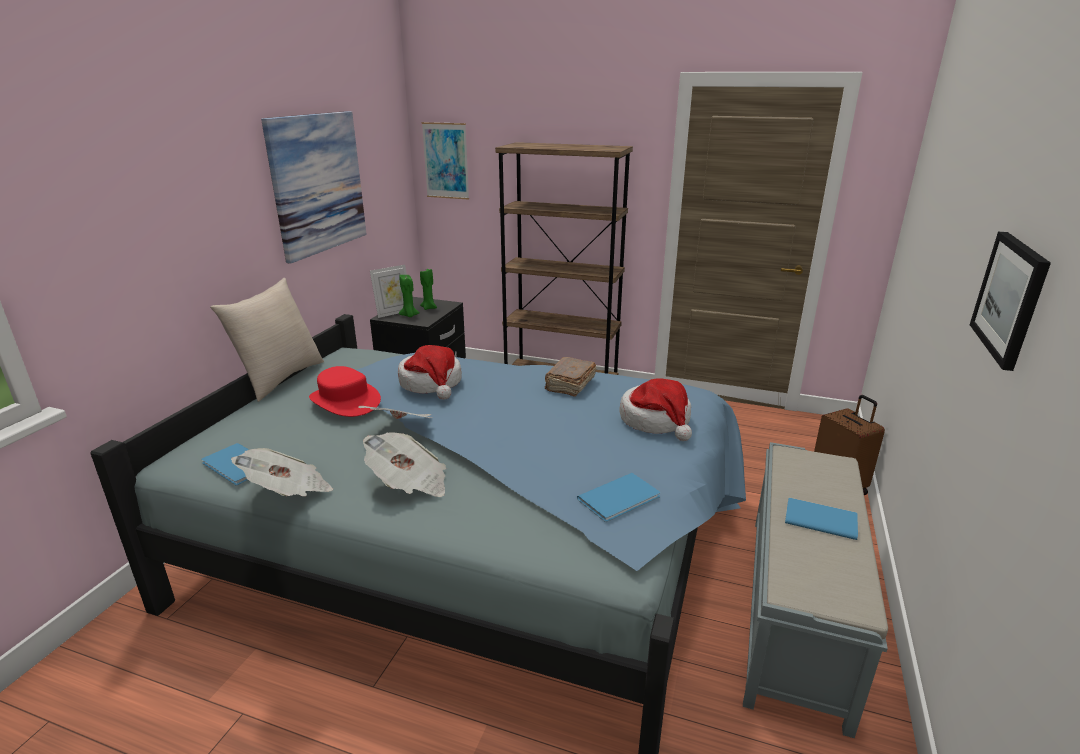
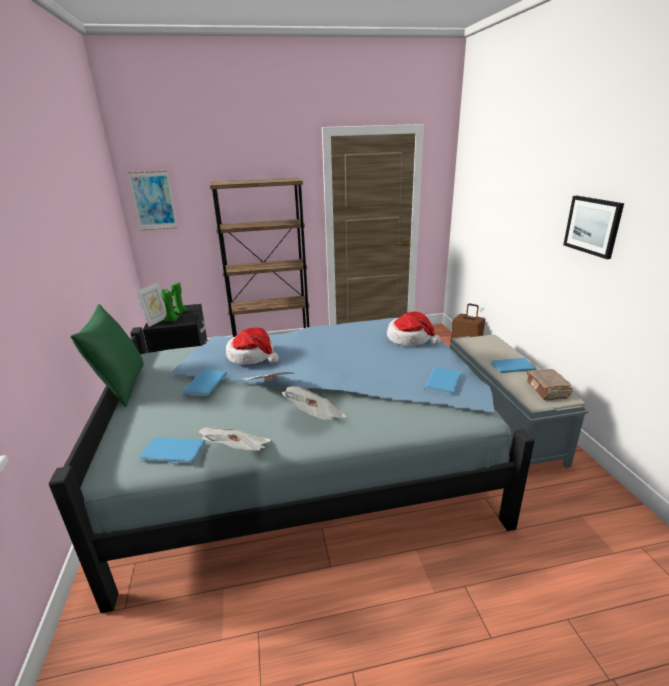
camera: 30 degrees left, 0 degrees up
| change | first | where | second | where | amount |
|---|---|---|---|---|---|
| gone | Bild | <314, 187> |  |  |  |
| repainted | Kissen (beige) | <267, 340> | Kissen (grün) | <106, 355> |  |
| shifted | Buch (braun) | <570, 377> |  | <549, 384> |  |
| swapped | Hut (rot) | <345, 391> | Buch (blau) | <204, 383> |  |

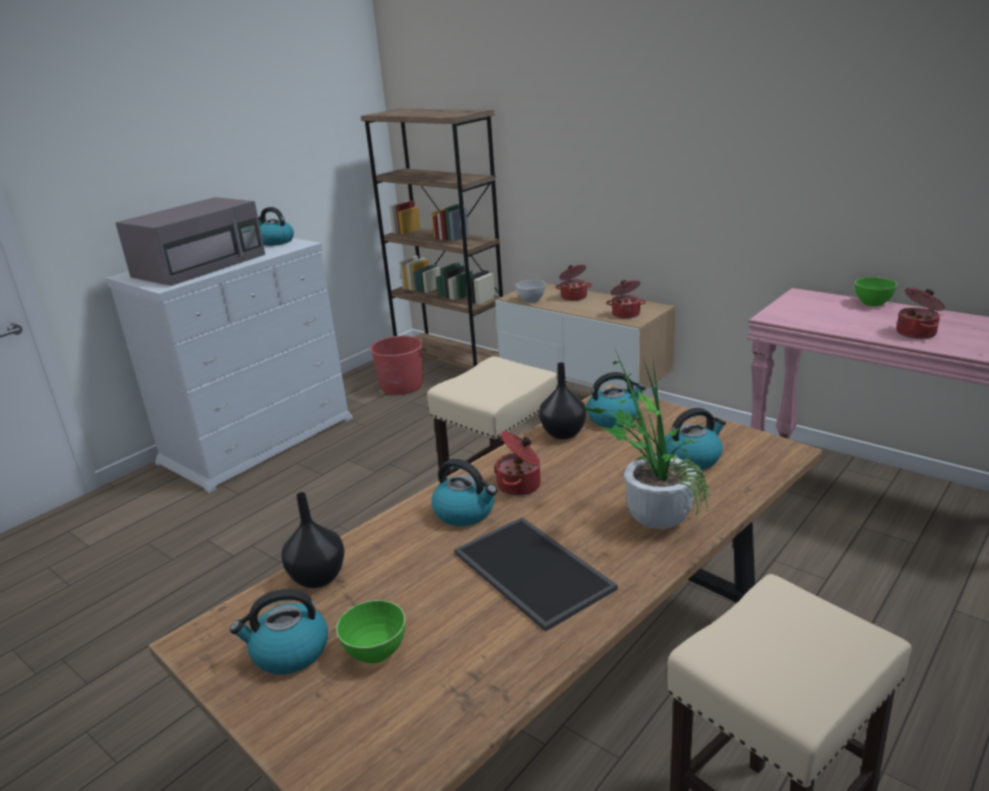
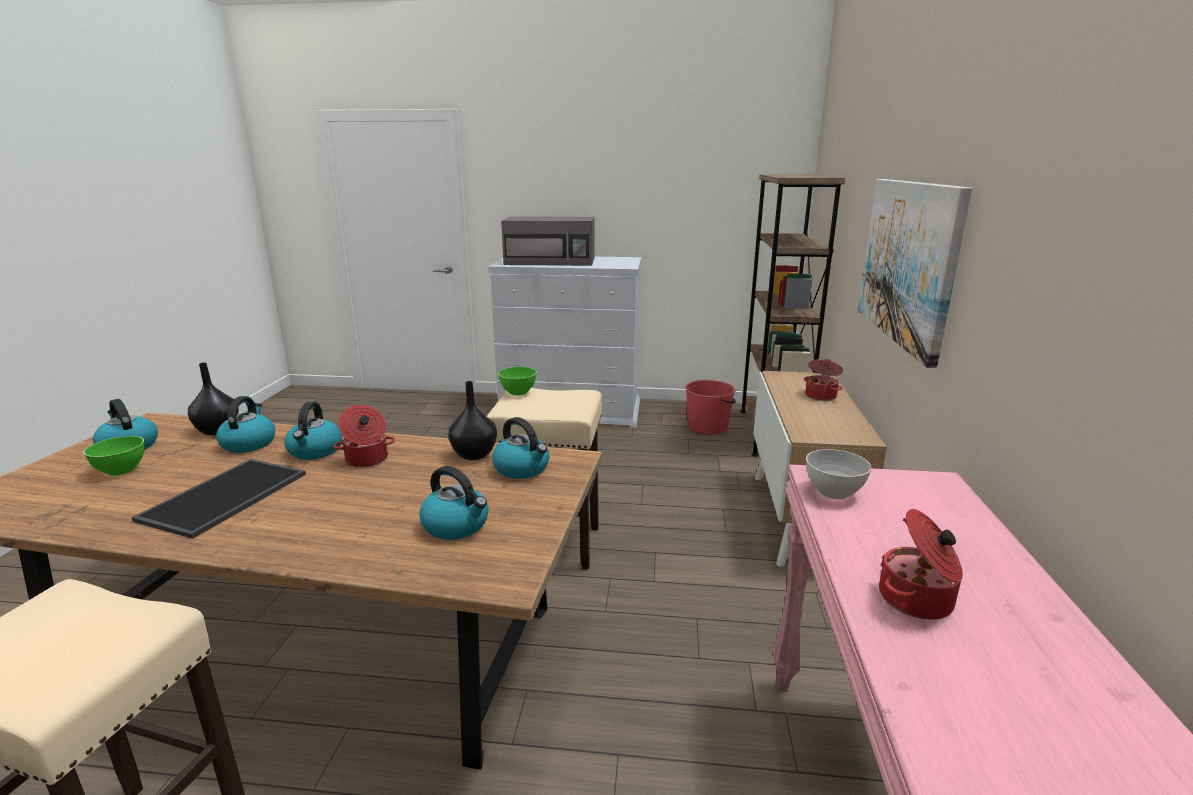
camera: 55 degrees right, 5 degrees down
| change | first | where | second | where | amount |
|---|---|---|---|---|---|
| shifted | Wasserkessel | <276, 226> |  | <245, 424> |  |
| shifted | Schüssel (grün) | <876, 291> |  | <517, 381> |  |
| shifted | Schüssel (grau) | <531, 291> |  | <839, 474> |  |
| gone | Kochtopf | <626, 299> |  |  |  |
| gone | Topfpflanze | <646, 439> |  |  |  |
| new |  |  | Bild | <915, 273> |  |

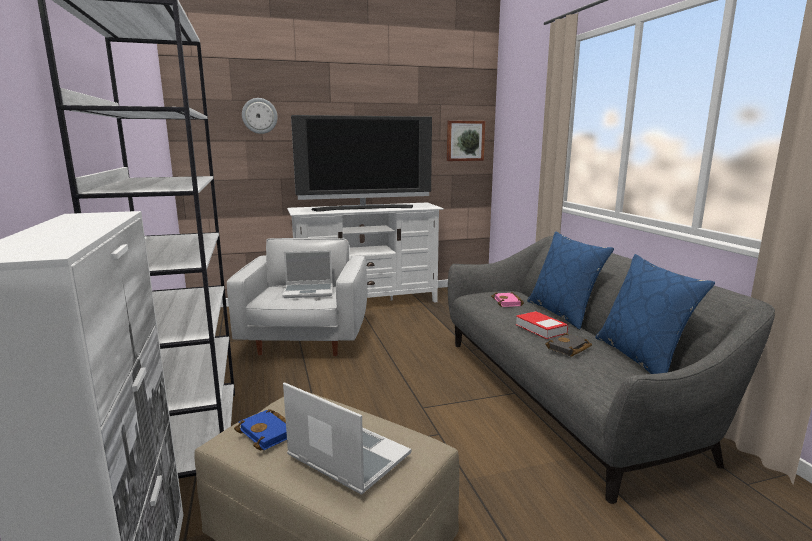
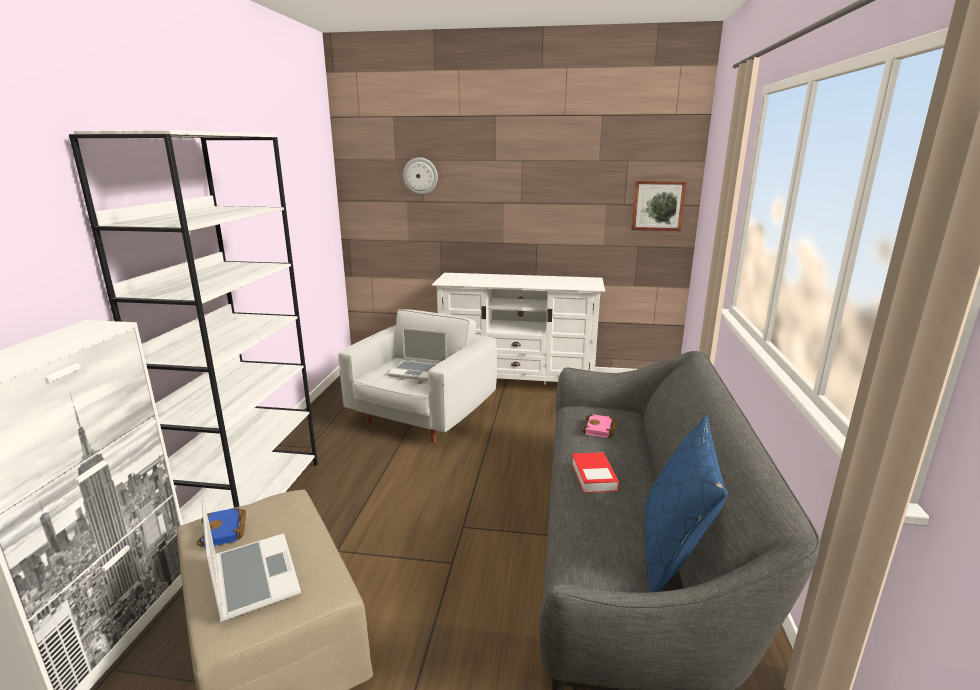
camera: 25 degrees right, 5 degrees up
| change | first | where | second | where | amount |
|---|---|---|---|---|---|
| gone | Fernseher | <361, 163> |  |  |  |
| gone | Kissen (blau) | <570, 281> |  |  |  |
| gone | Buch (schwarz) | <568, 344> |  |  |  |

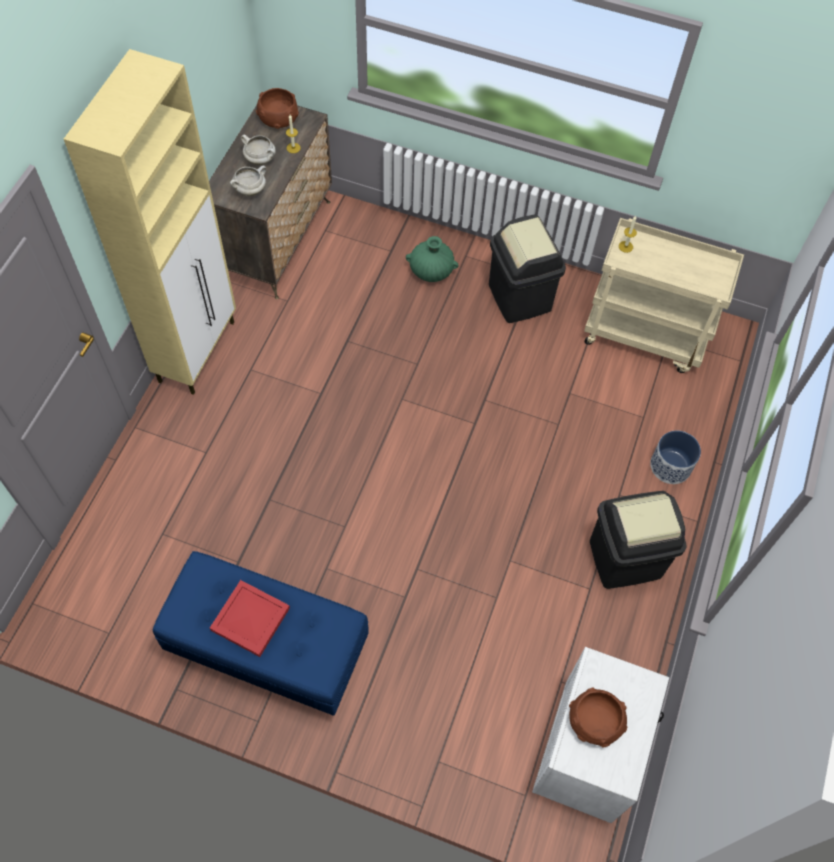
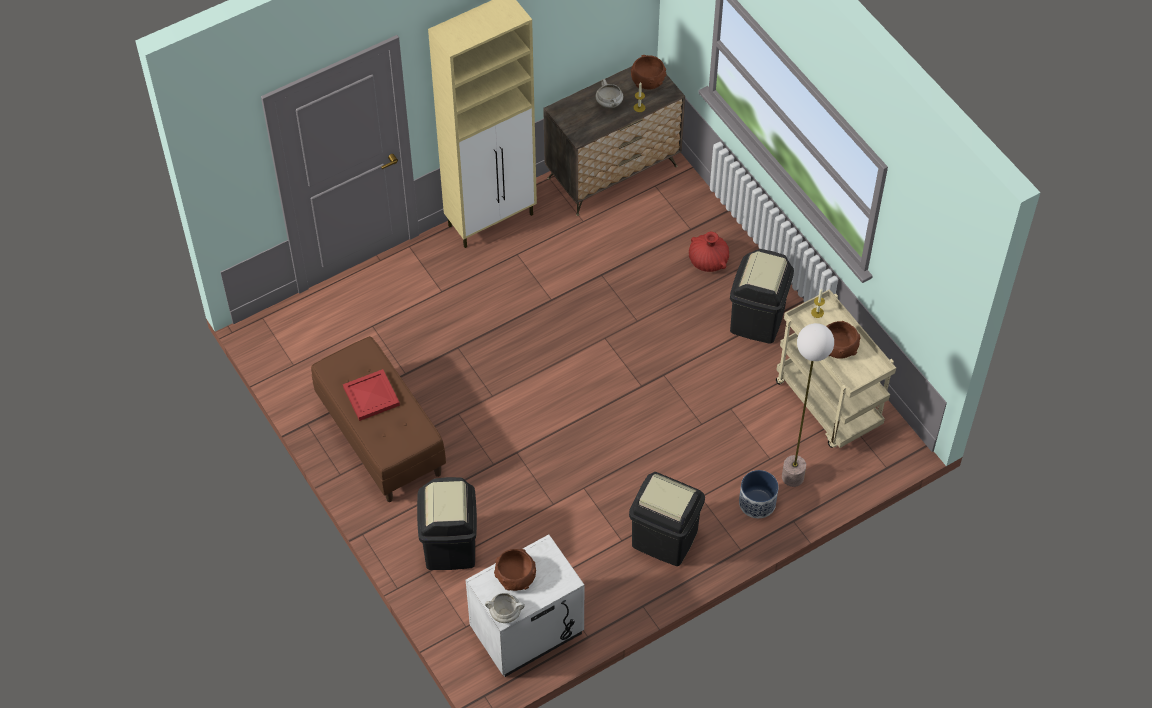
camera: 40 degrees right, 5 degrees down
| change | first | where | second | where | amount |
|---|---|---|---|---|---|
| shifted | Kochtopf (weiß) | <248, 180> |  | <505, 608> |  |
| repainted | Vase (grün) | <432, 259> | Vase (rot) | <709, 252> |  |
| repainted | Bank (blau) | <261, 633> | Bank (braun) | <378, 419> |  |
| new |  |  | Schüssel (braun) | <843, 340> |  |
| new |  |  | Stehlampe | <808, 405> |  |
| new |  |  | Mülleimer (schwarz) | <447, 523> |  |

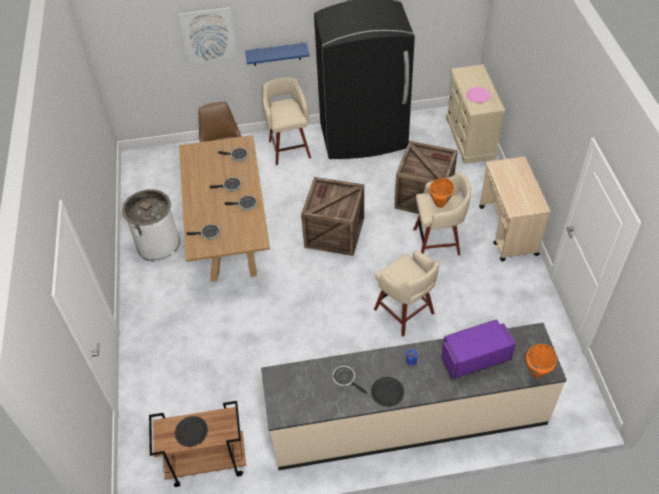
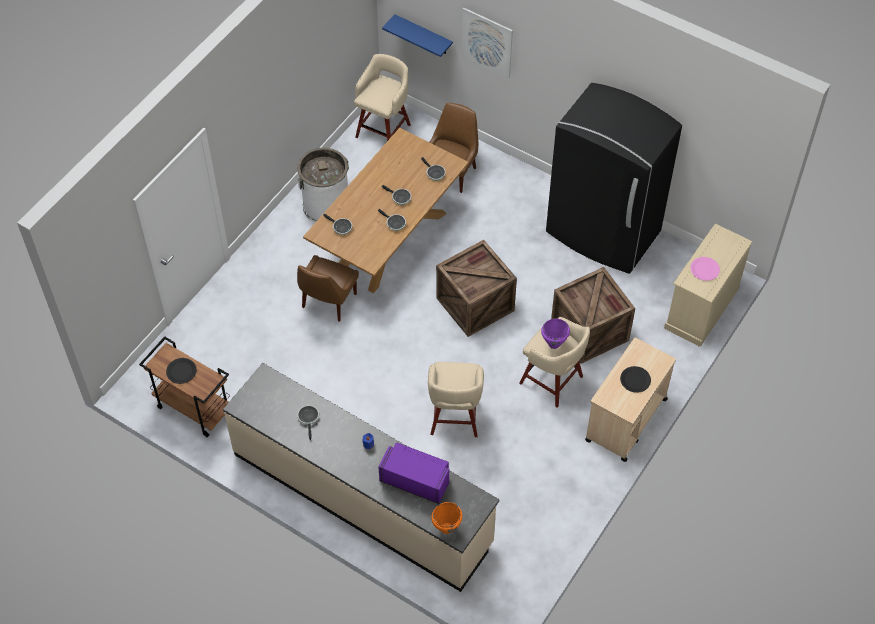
camera: 40 degrees right, 5 degrees up
| change | first | where | second | where | amount |
|---|---|---|---|---|---|
| shifted | Wandregal (blau) | <277, 54> |  | <417, 35> |  |
| shifted | Hocker (beige) | <287, 121> |  | <382, 97> |  |
| repainted | Kochtopf (orange) | <441, 193> | Kochtopf (lila) | <555, 334> |  |
| shifted | Teller (schwarz) | <387, 392> |  | <635, 379> |  |
| new |  |  | Stuhl (braun) | <328, 288> |  |

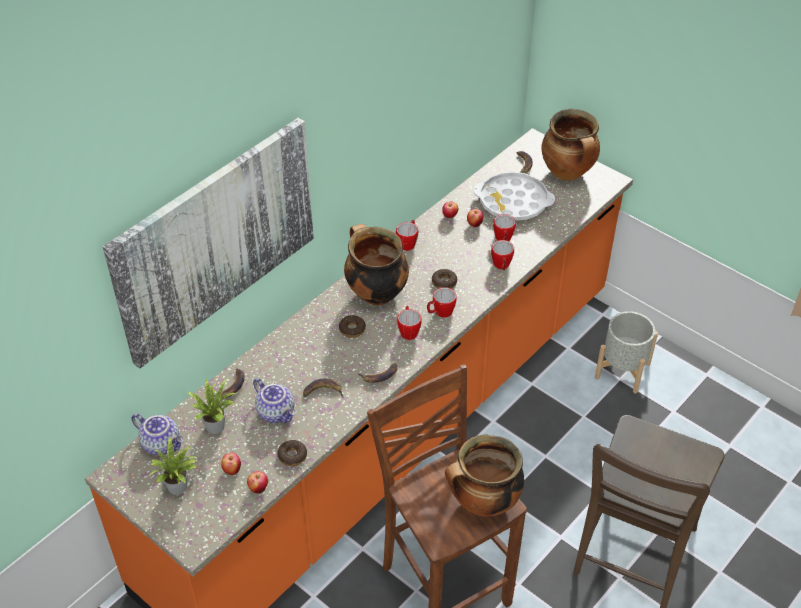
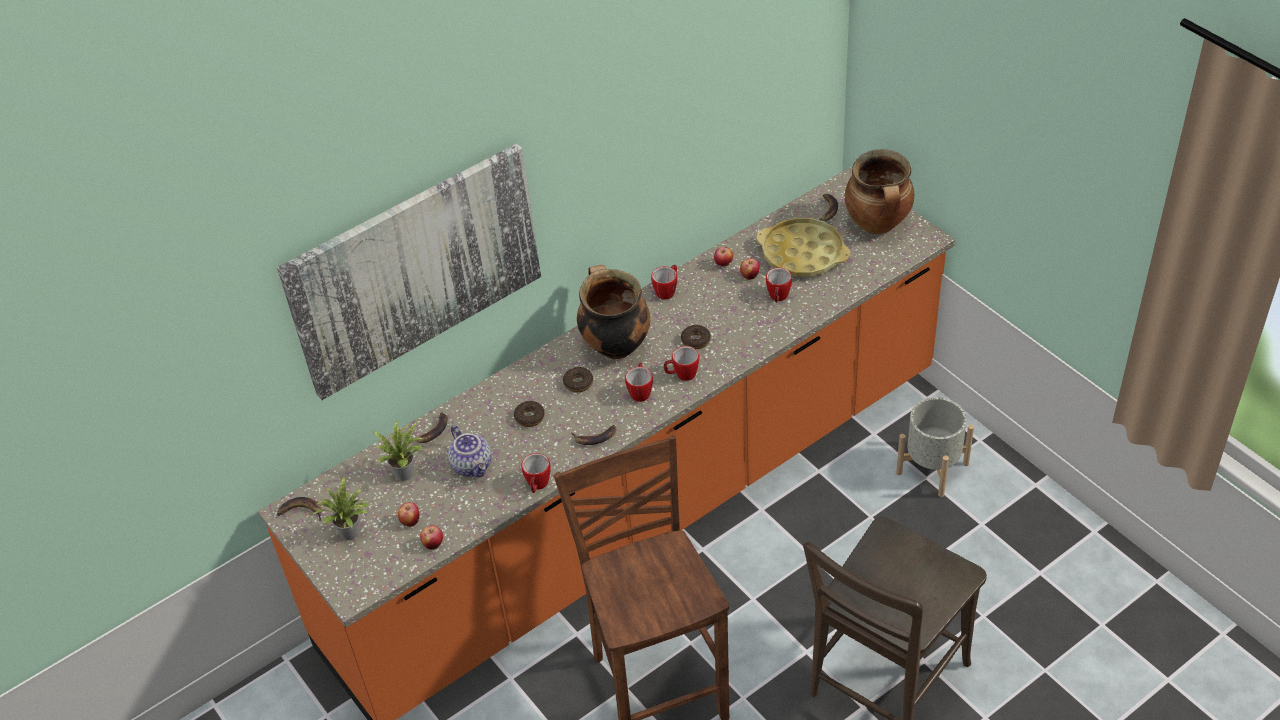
camera: 15 degrees right, 0 degrees up
| change | first | where | second | where | amount |
|---|---|---|---|---|---|
| repainted | Tablett (weiß) | <514, 196> | Tablett (gelb) | <803, 247> |  |
| shifted | Henkelbecher | <502, 255> |  | <536, 473> |  |
| shifted | Banane | <323, 388> |  | <299, 509> |  |
| gone | Teekanne | <158, 434> |  |  |  |
| gone | Kochtopf | <484, 476> |  |  |  |
| shifted | Donut | <292, 453> |  | <529, 414> |  |

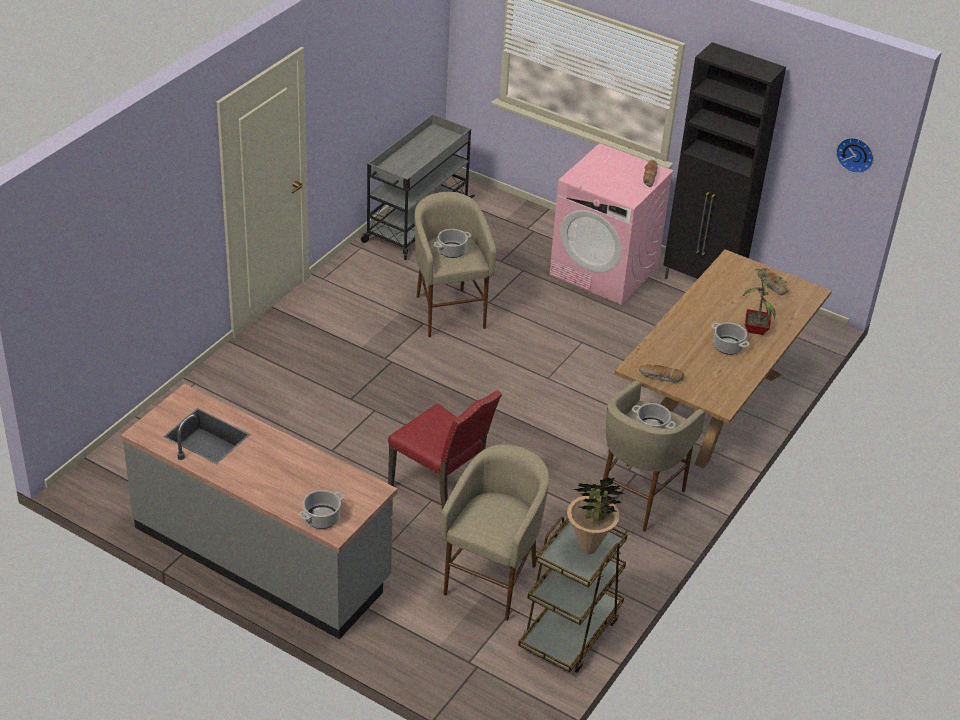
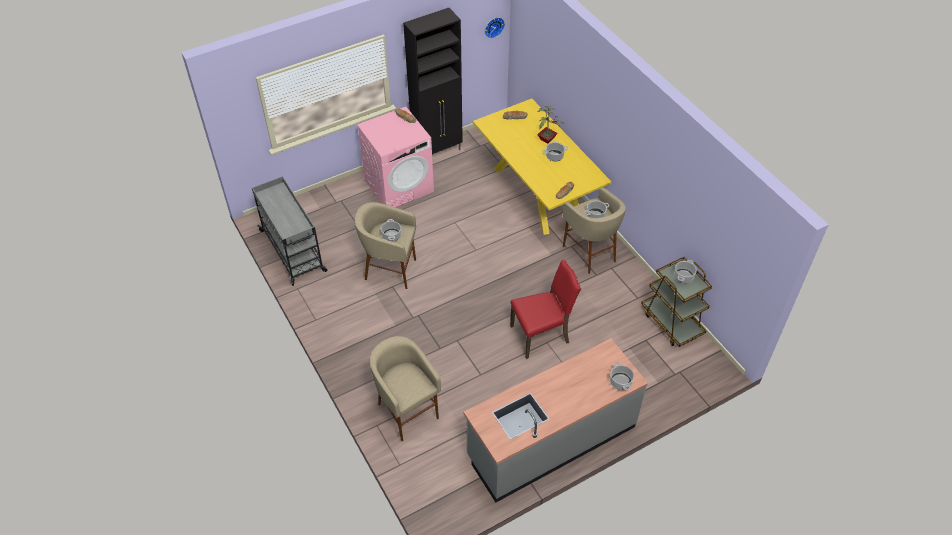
camera: 60 degrees left, 10 degrees up
| change | first | where | second | where | amount |
|---|---|---|---|---|---|
| repainted | Esstisch (braun) | <723, 359> | Esstisch (gelb) | <542, 167> |  |
| shifted | Hocker (beige) | <495, 532> |  | <405, 388> |  |
| swapped | Topfpflanze | <595, 516> | Kochtopf | <685, 271> |  |

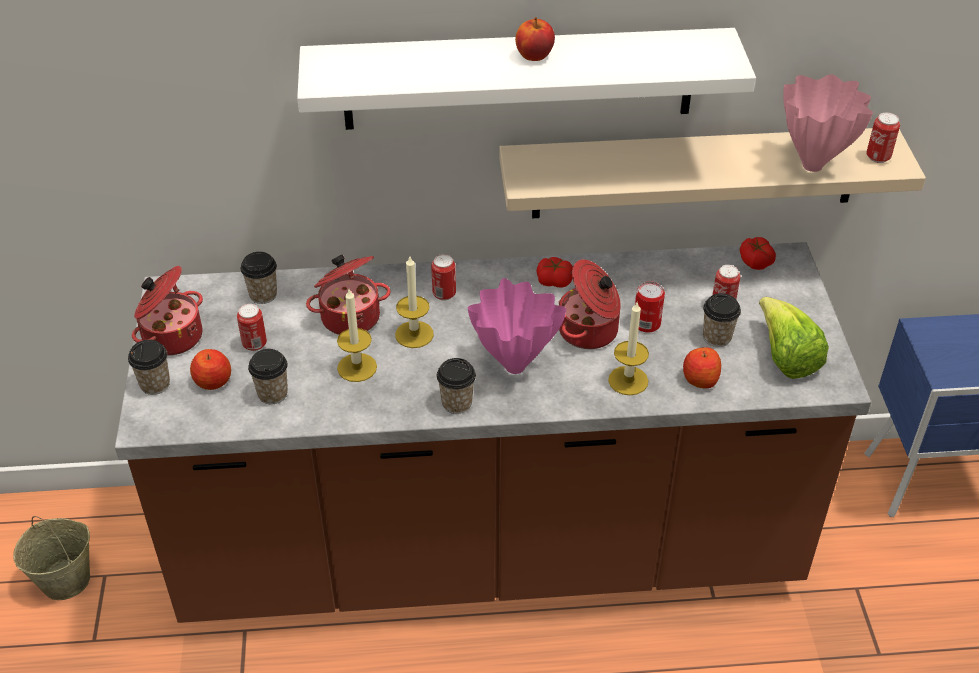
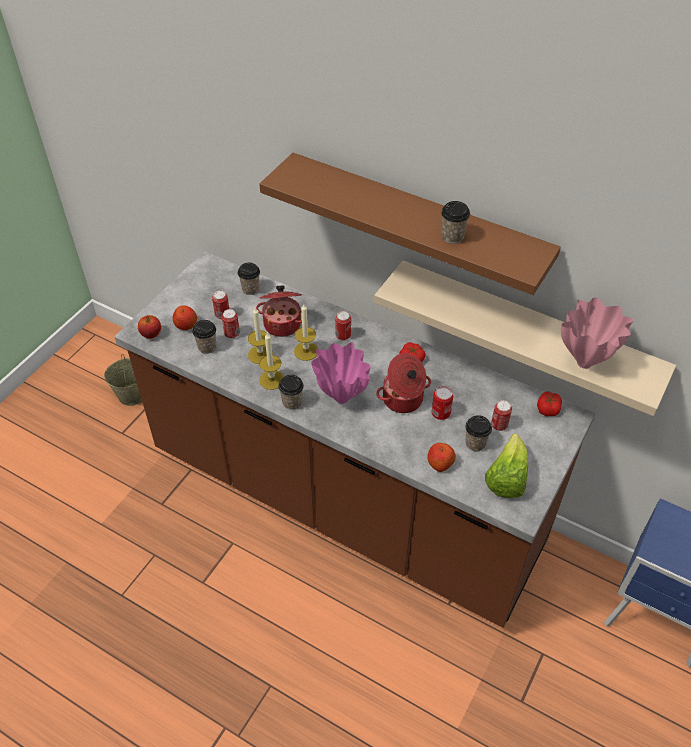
camera: 35 degrees right, 5 degrees up
| change | first | where | second | where | amount |
|---|---|---|---|---|---|
| shifted | Apfel | <535, 39> |  | <149, 327> |  |
| repainted | Wandregal (weiß) | <526, 79> | Wandregal (braun) | <410, 224> |  |
| shifted | Dose | <883, 138> |  | <231, 324> |  |
| gone | Kochtopf | <167, 311> |  |  |  |
| shifted | Kerze | <628, 348> |  | <271, 361> |  |
| shifted | Tasse | <149, 367> |  | <455, 222> |  |

